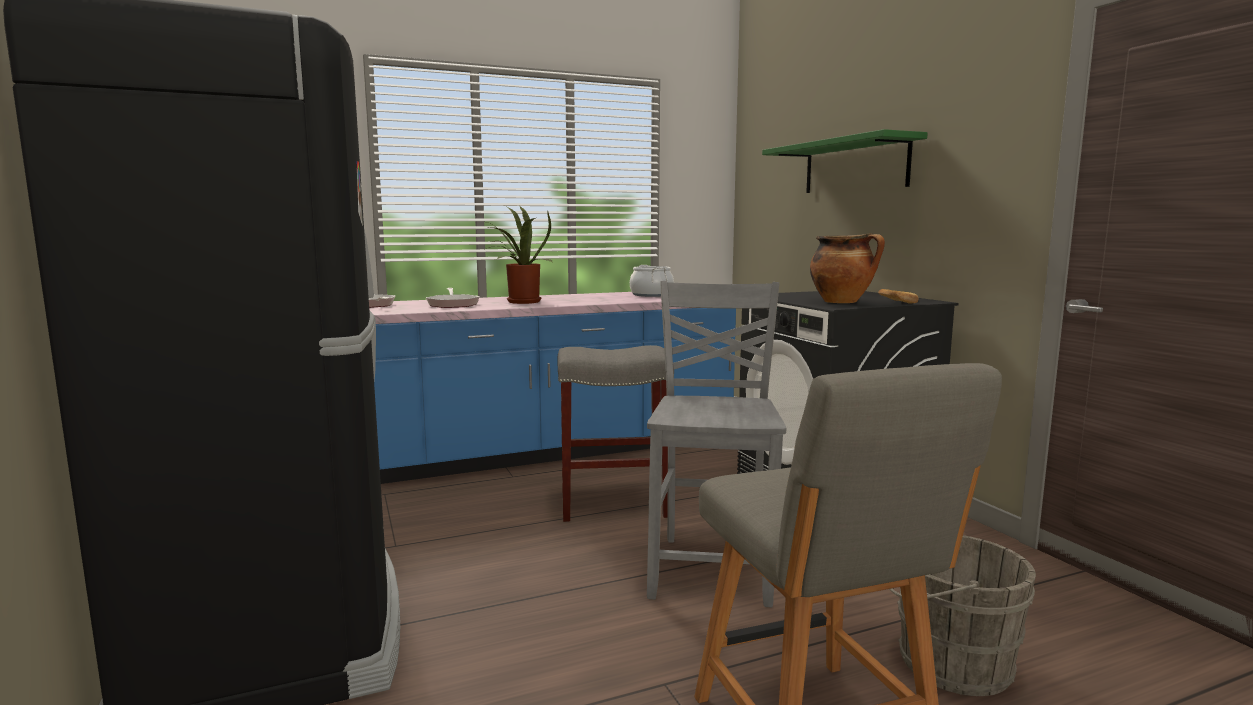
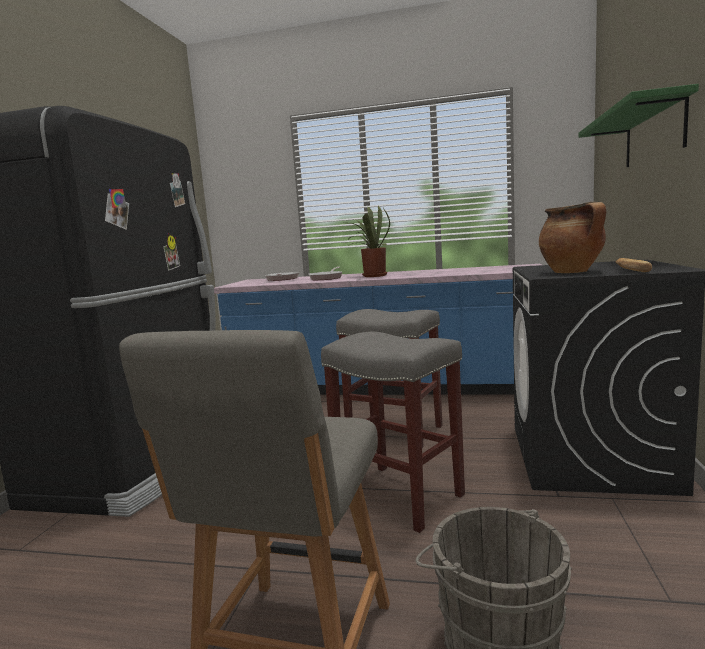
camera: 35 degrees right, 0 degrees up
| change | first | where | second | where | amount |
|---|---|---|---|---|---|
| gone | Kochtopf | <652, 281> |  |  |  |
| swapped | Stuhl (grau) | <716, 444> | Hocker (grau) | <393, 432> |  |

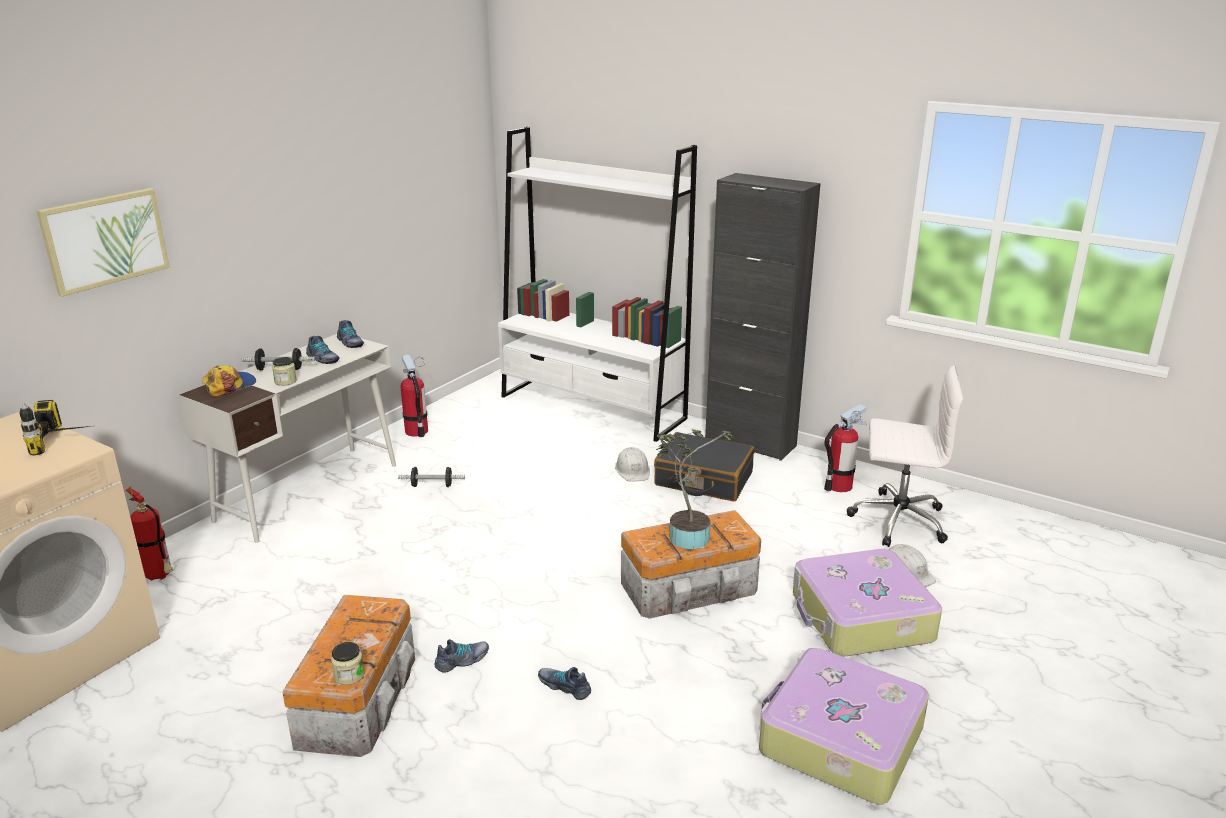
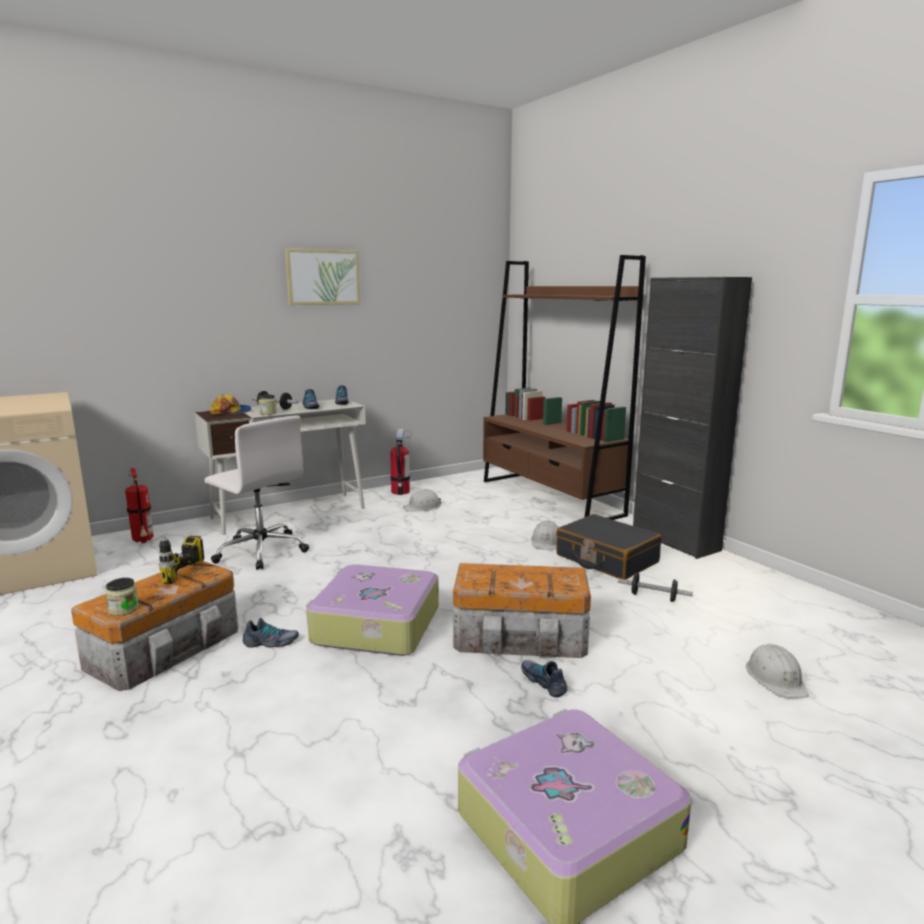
camera: 25 degrees right, 10 degrees down
| change | first | where | second | where | amount |
|---|---|---|---|---|---|
| repainted | Bücherregal (weiß) | <597, 284> | Bücherregal (braun) | <564, 387> |  |
| shifted | Bild | <103, 242> |  | <322, 276> |  |
| shifted | Bürostuhl (weiß) | <905, 456> |  | <257, 493> |  |
| shifted | Bohrmaschine | <55, 428> |  | <186, 560> |  |
| gone | Feuerlöscher | <845, 448> |  |  |  |
| gone | Topfpflanze | <695, 489> |  |  |  |
| shifted | Hantel | <431, 477> |  | <655, 587> |  |
| shifted | Koffer | <867, 602> |  | <372, 610> |  |
| shifted | Schuh | <564, 683> |  | <544, 678> |  |
| new |  |  | Schutzhelm (weiß) | <422, 500> |  |

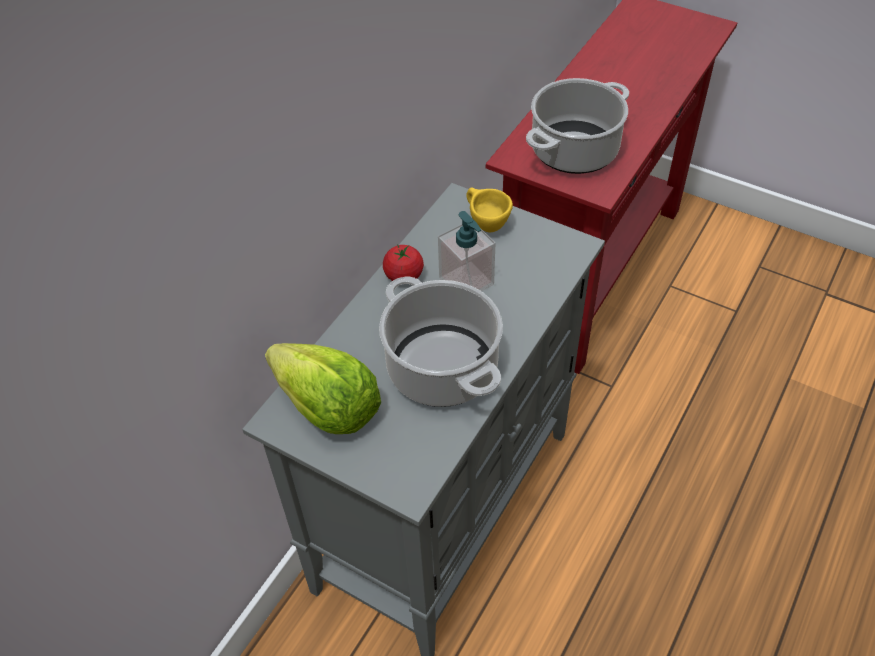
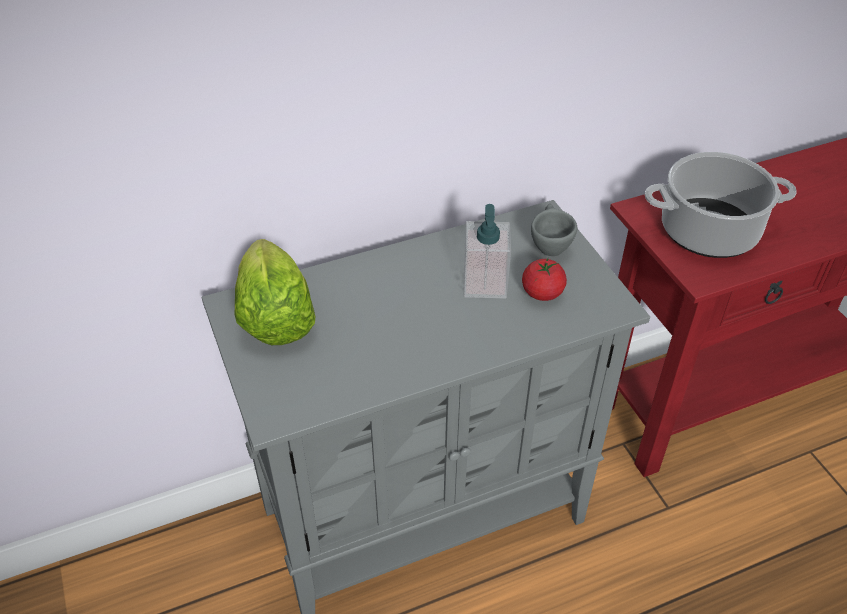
camera: 35 degrees right, 5 degrees down
| change | first | where | second | where | amount |
|---|---|---|---|---|---|
| repainted | Tasse (gelb) | <489, 209> | Tasse (grau) | <554, 230> |  |
| shifted | Tomate | <403, 262> |  | <544, 279> |  |
| gone | Kochtopf | <441, 341> |  |  |  |

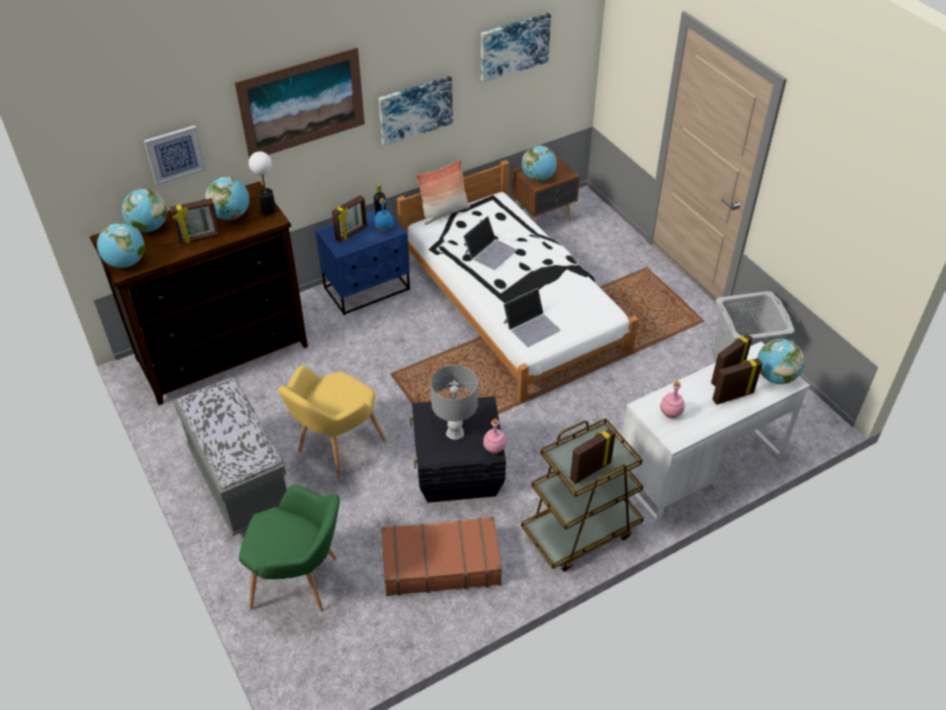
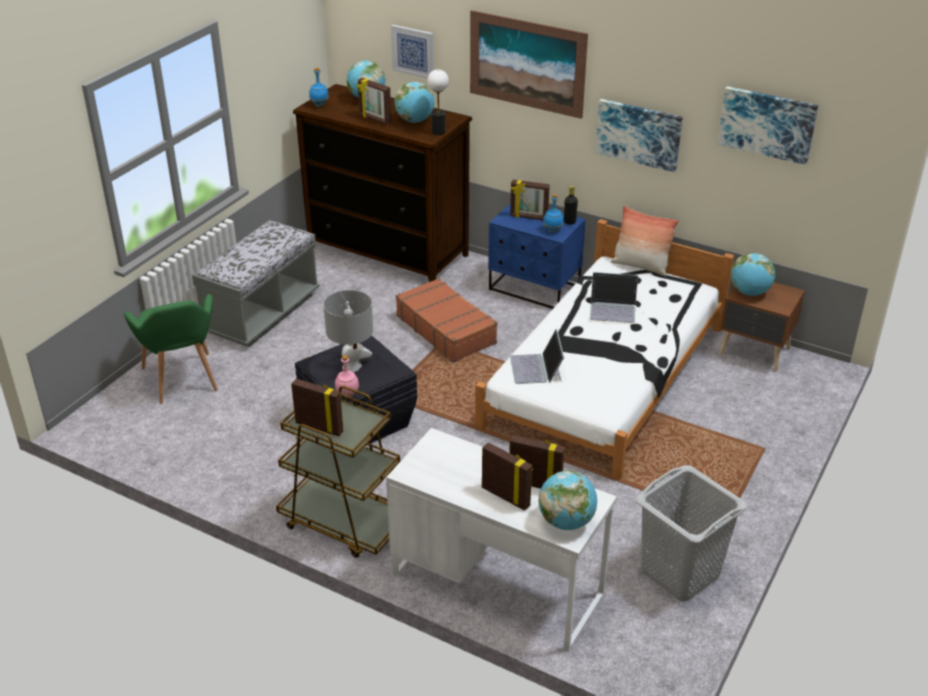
camera: 60 degrees right, 10 degrees down
| change | first | where | second | where | amount |
|---|---|---|---|---|---|
| swapped | Globus | <121, 245> | Flasche (blau) | <319, 87> |  |
| rotated | Laptop | <531, 317> |  | <537, 356> | 60 degrees clockwise |
| gone | Sessel (gelb) | <332, 422> |  |  |  |
| gone | Flasche (rosa) | <672, 399> |  |  |  |
| shifted | Koffer (braun) | <441, 556> |  | <447, 320> |  |

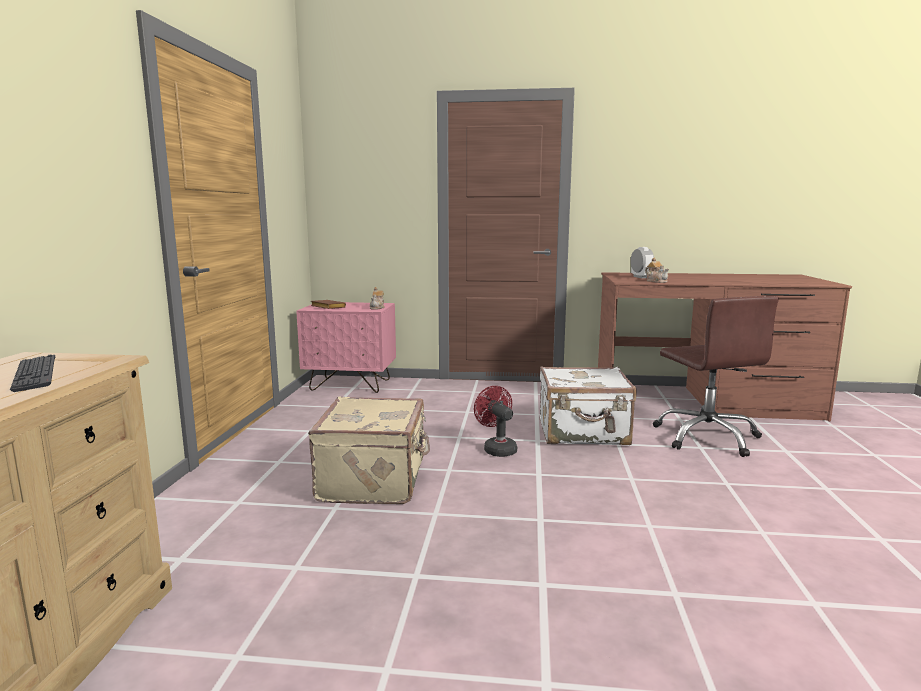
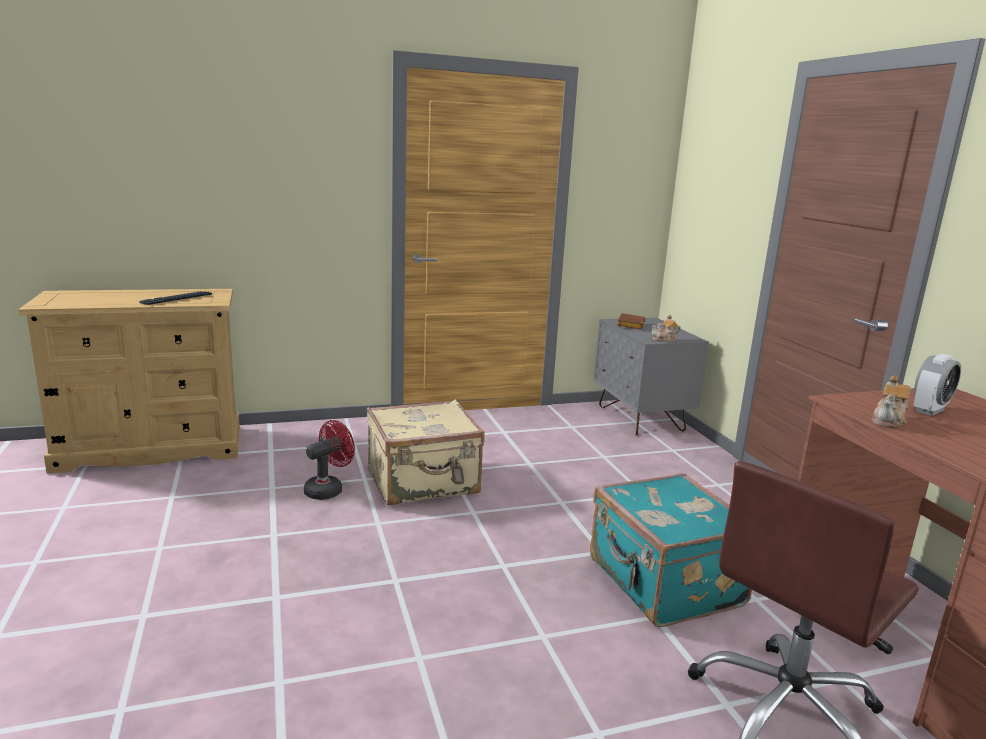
camera: 65 degrees right, 5 degrees up
| change | first | where | second | where | amount |
|---|---|---|---|---|---|
| repainted | Nachttisch (rosa) | <346, 347> | Nachttisch (grau) | <651, 376> |  |
| repainted | Koffer (weiß) | <588, 405> | Koffer (türkis) | <671, 550> |  |
| shifted | Ventilator (rot) | <495, 421> |  | <329, 460> |  |

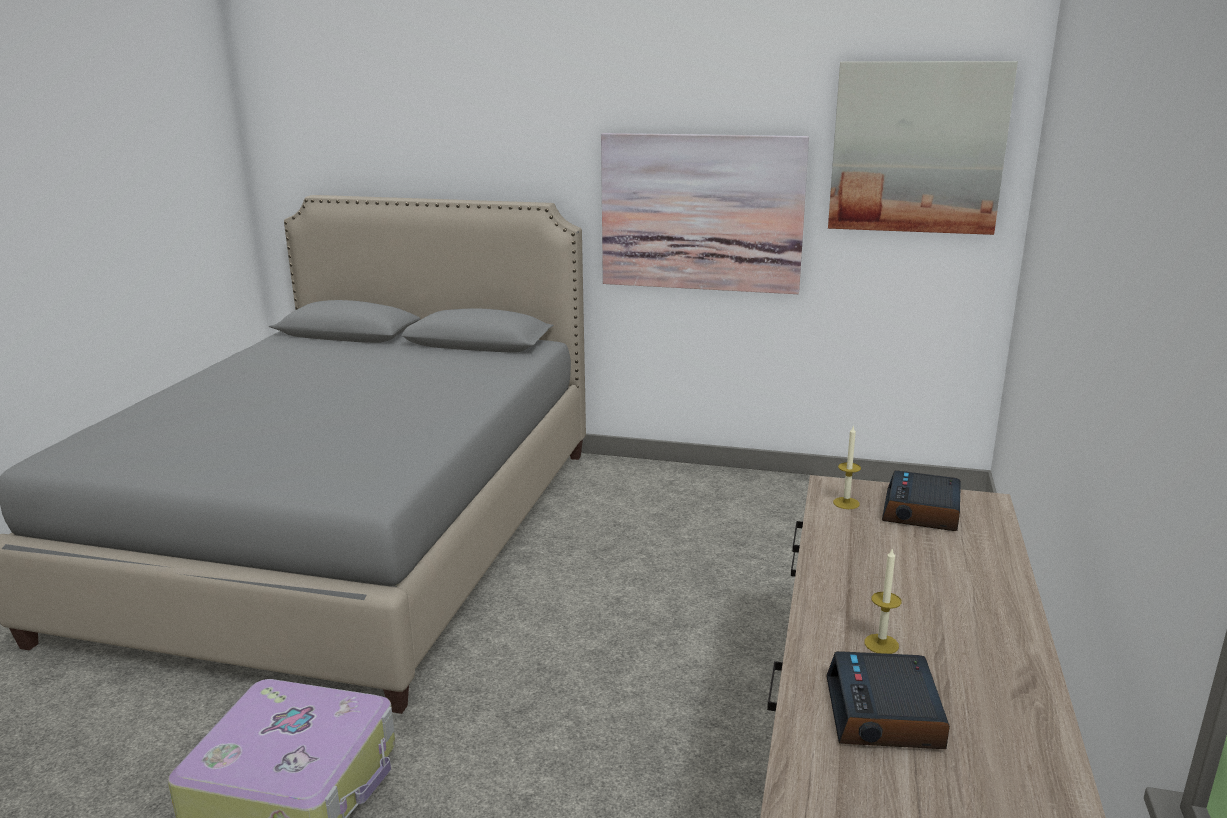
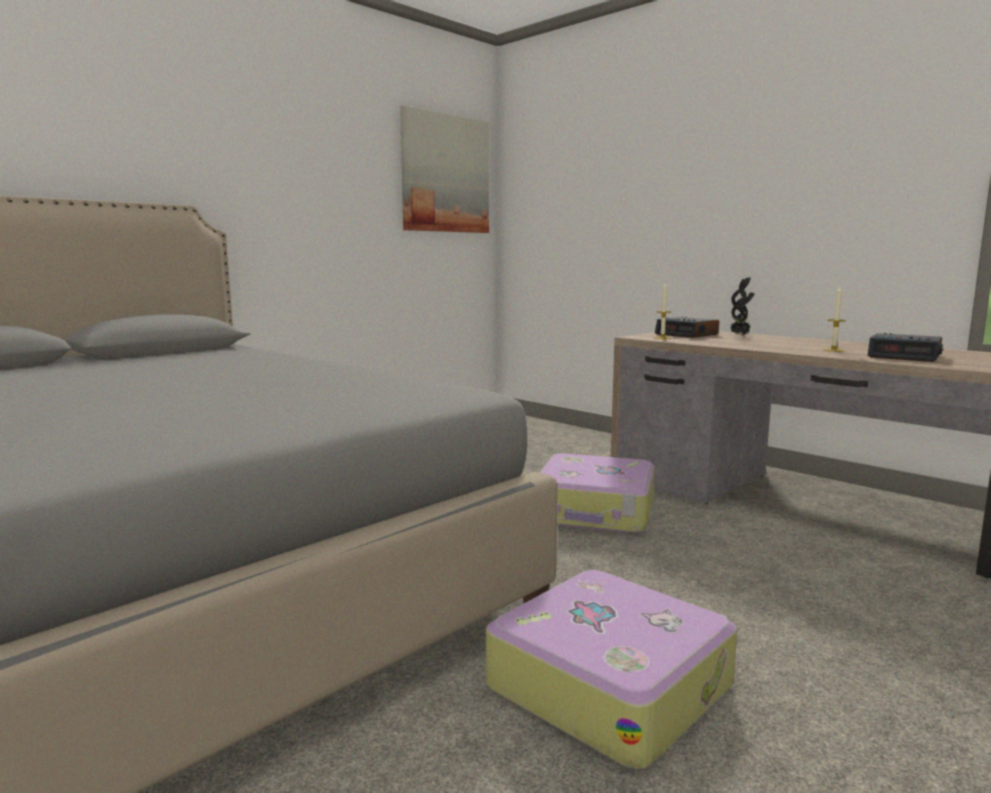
camera: 60 degrees left, 10 degrees down
| change | first | where | second | where | amount |
|---|---|---|---|---|---|
| gone | Bild | <705, 213> |  |  |  |
| new |  |  | Topfpflanze | <742, 306> |  |
| new |  |  | Koffer | <597, 493> |  |

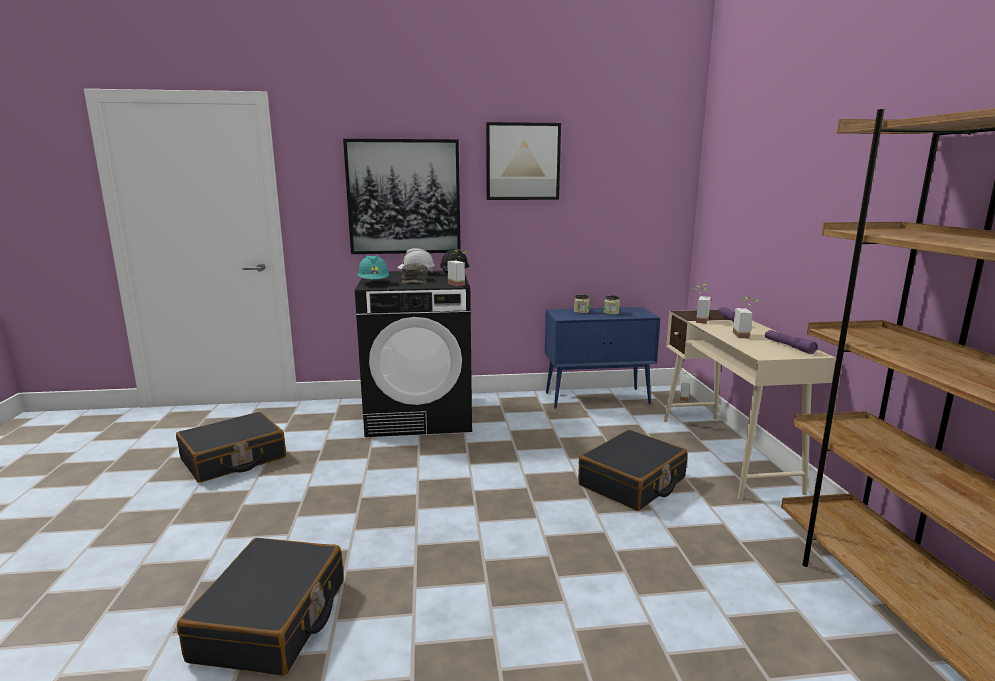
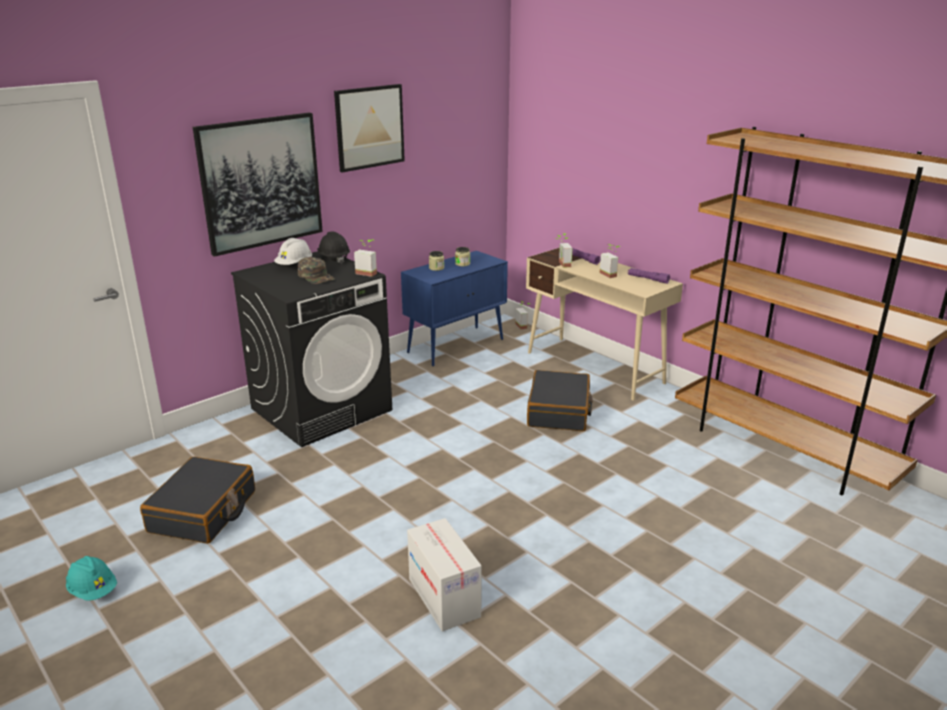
camera: 35 degrees left, 10 degrees up
| change | first | where | second | where | amount |
|---|---|---|---|---|---|
| shifted | Schutzhelm (türkis) | <373, 267> |  | <91, 578> |  |
| swapped | Koffer (schwarz) | <260, 607> | Karton | <444, 575> |  |

